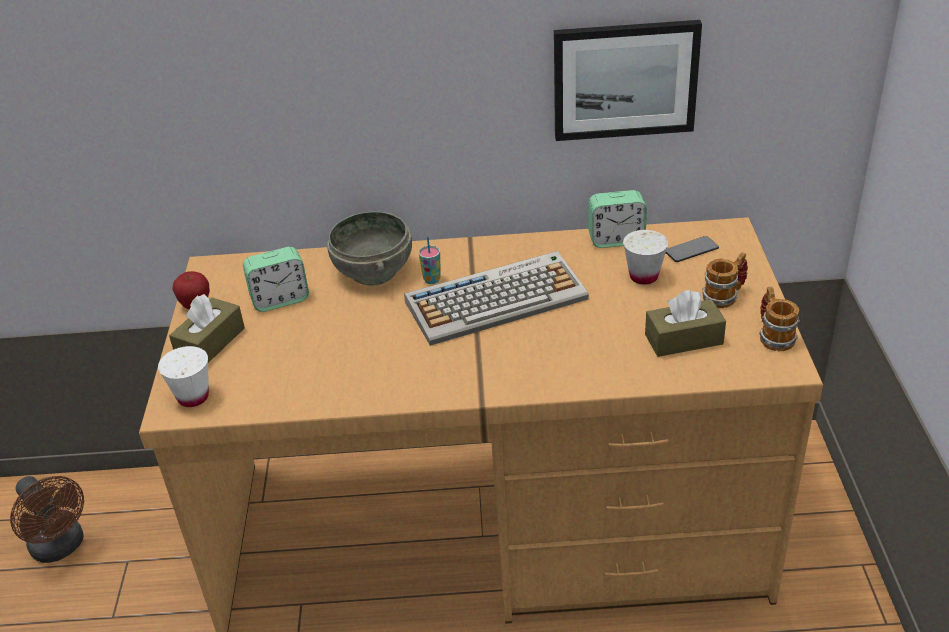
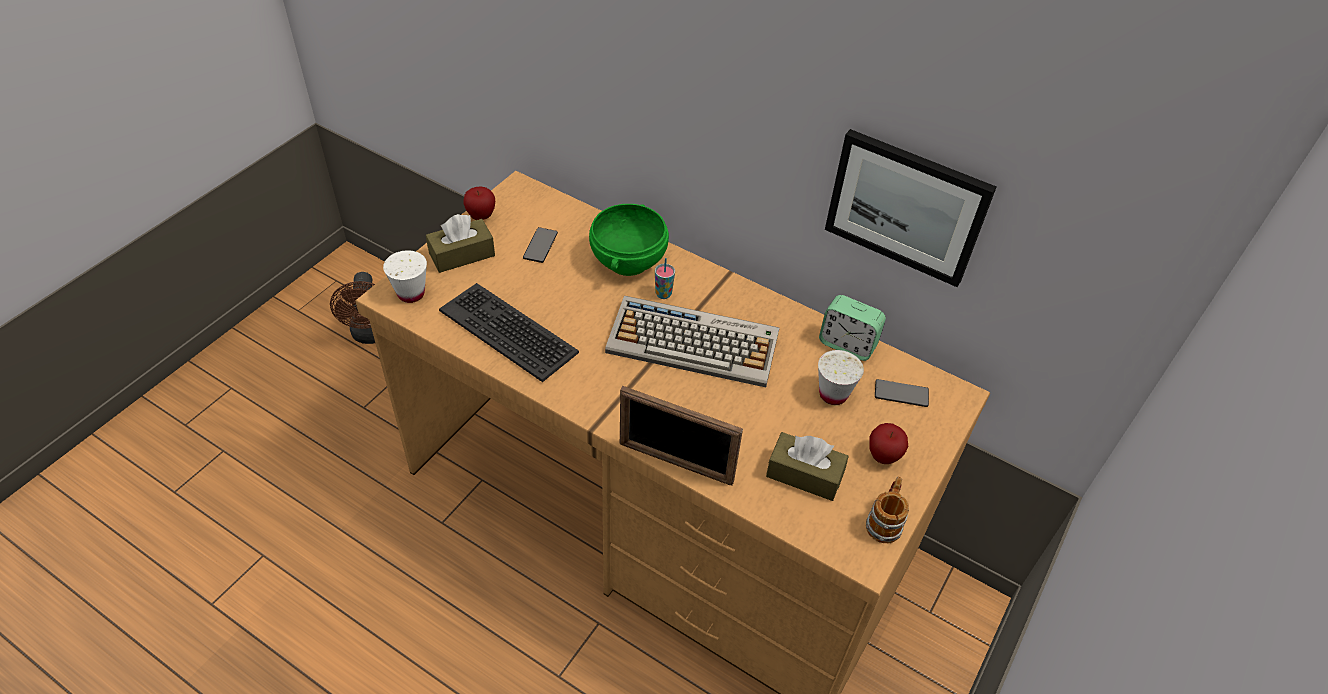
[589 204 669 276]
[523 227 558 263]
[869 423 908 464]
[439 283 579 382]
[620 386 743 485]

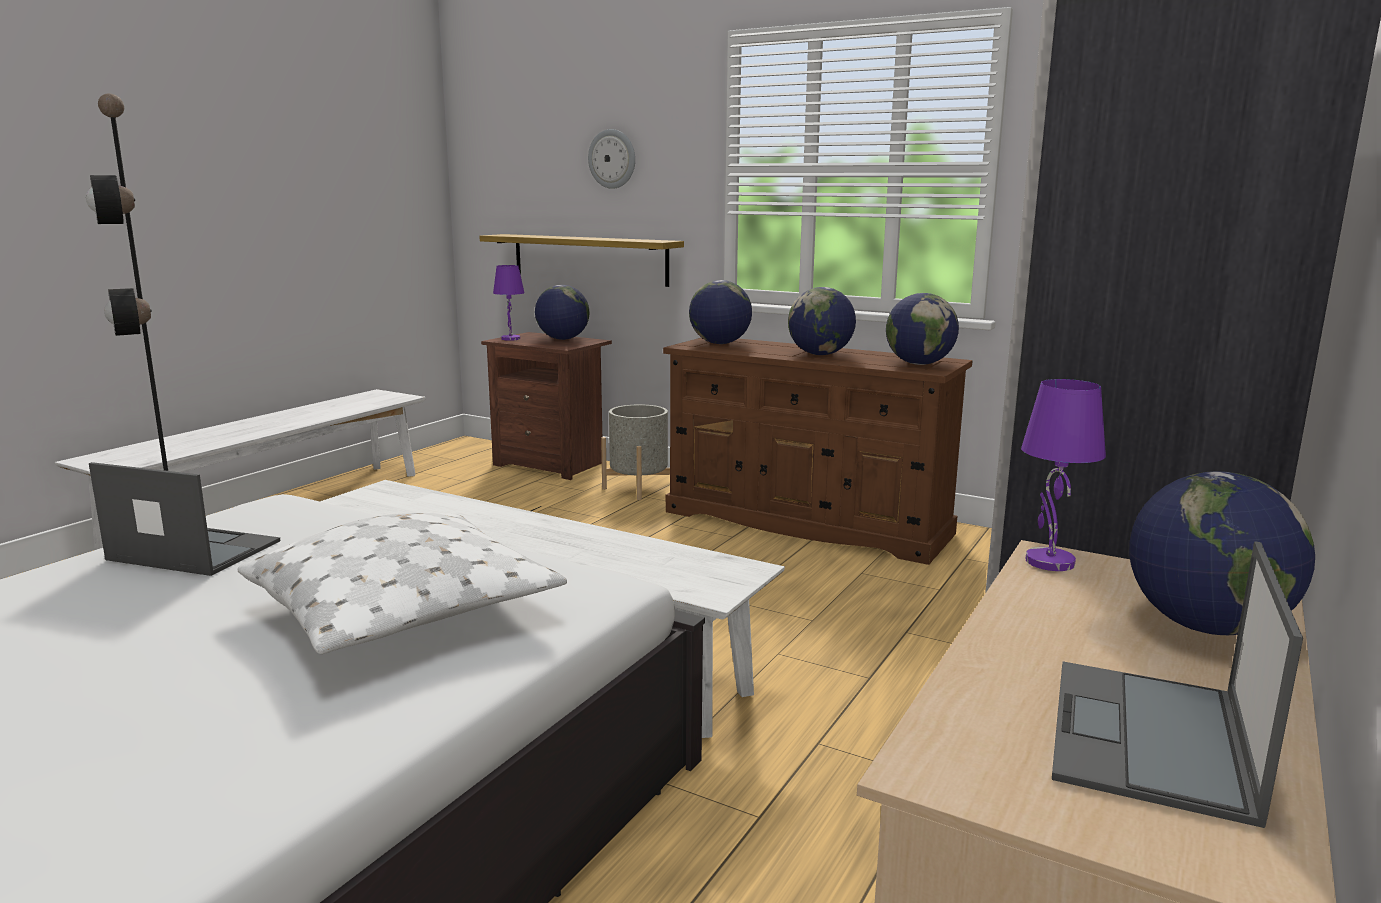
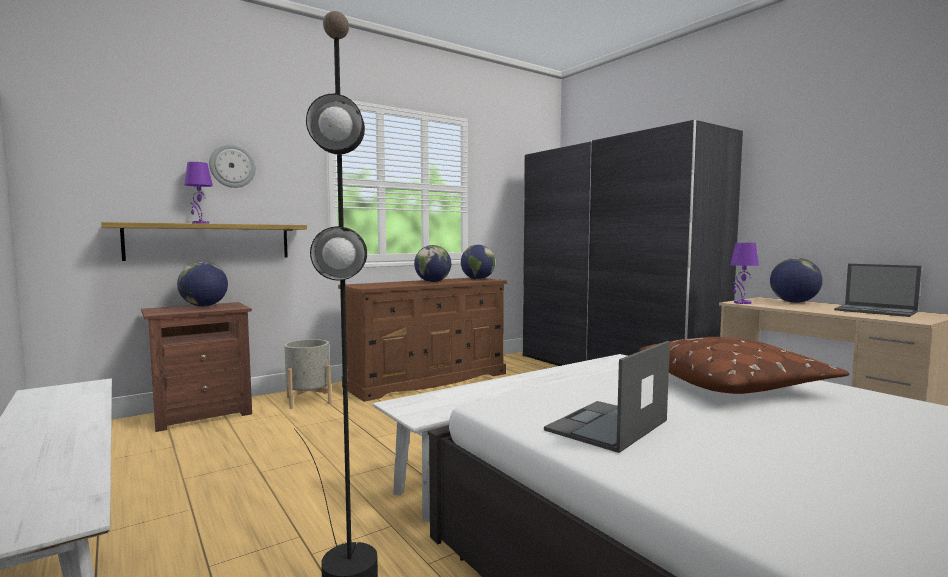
[184 162 213 224]
[689 280 752 344] (first image)
[639 337 849 394]

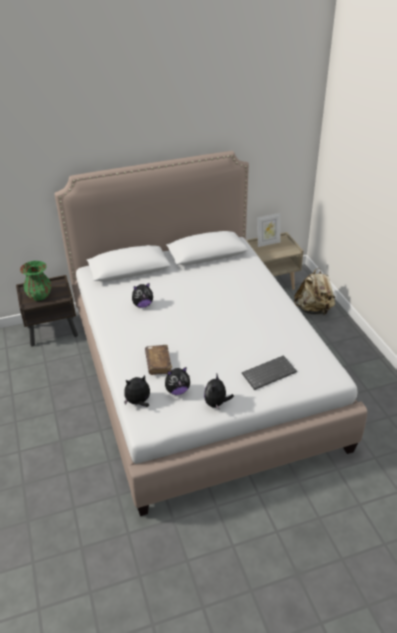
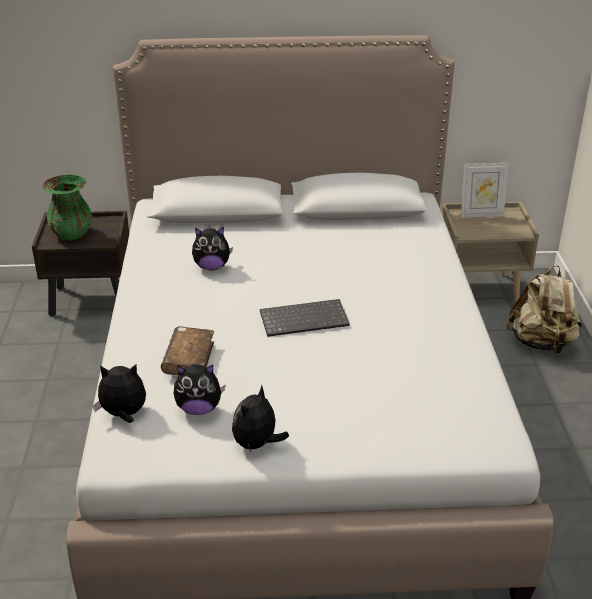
[260 299 350 337]

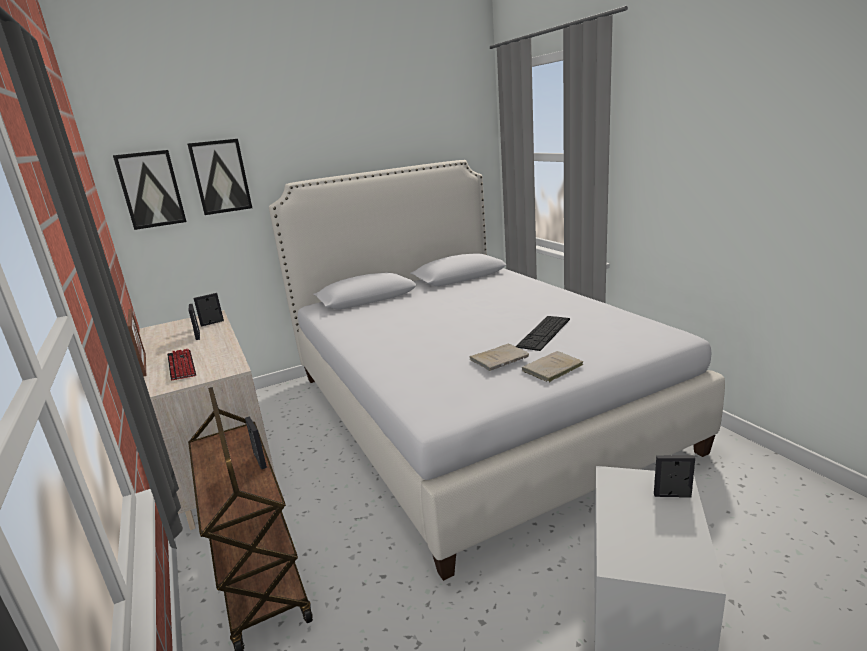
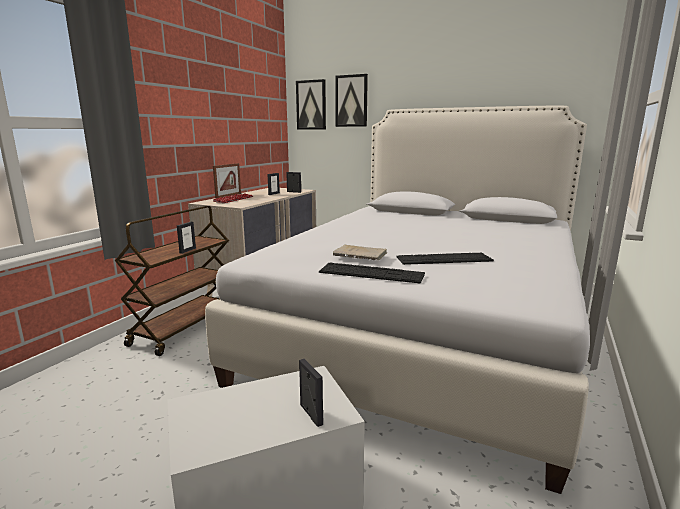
[319 262 425 284]

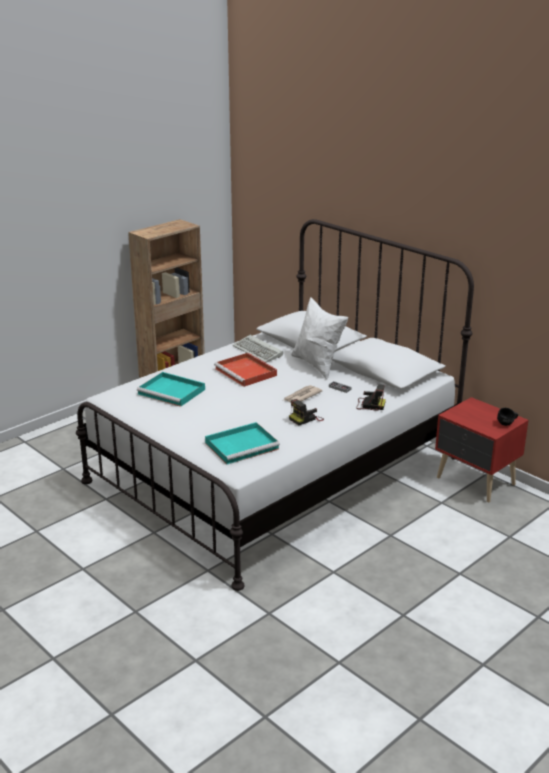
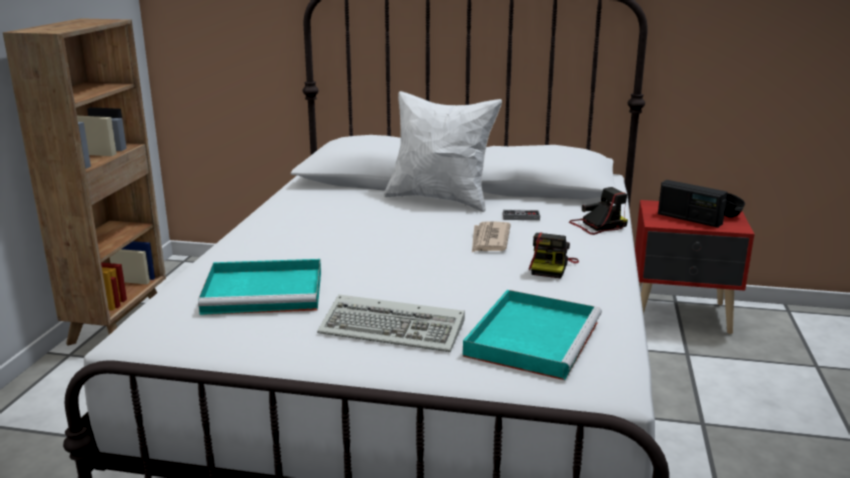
[317 294 465 352]
[214 353 277 387] (first image)
[658 180 728 228]

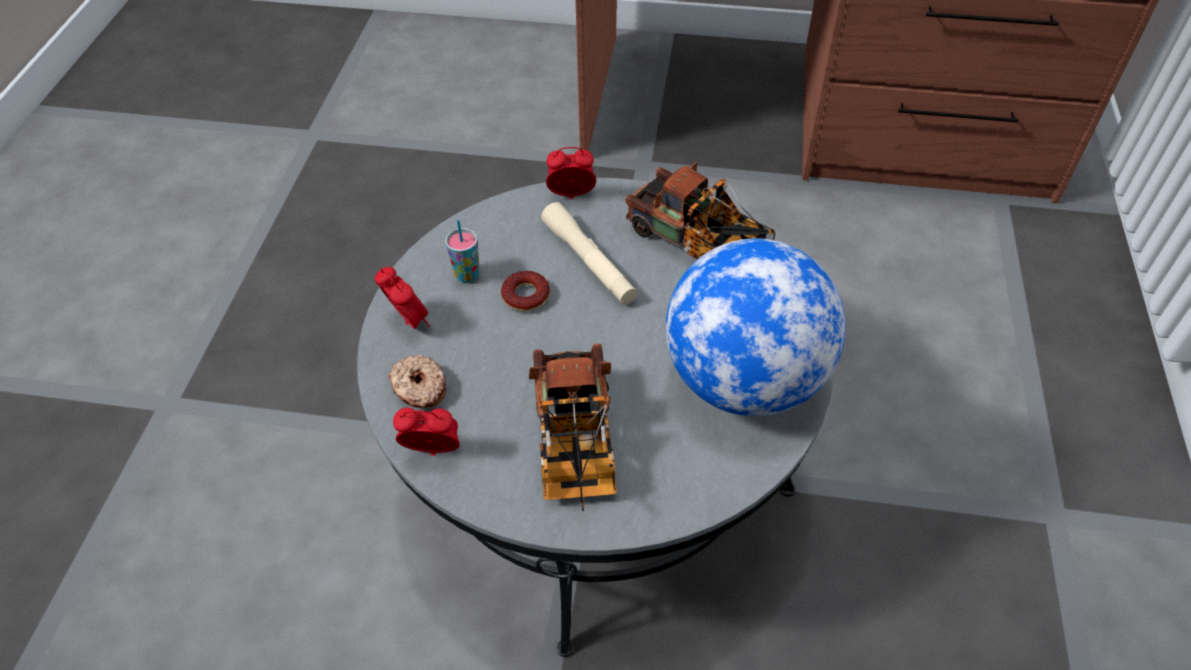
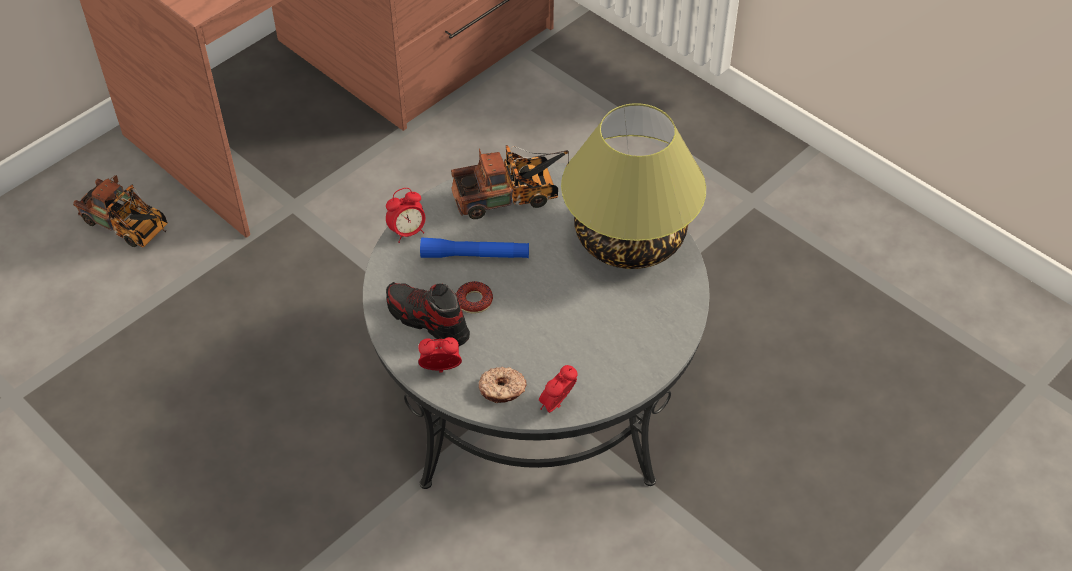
[386 188 426 243]
[420 238 529 258]
[386 282 470 346]
[561 103 706 269]
[73 175 168 248]

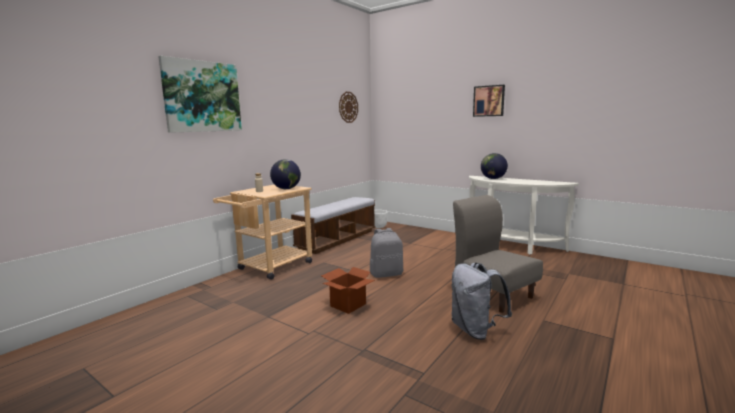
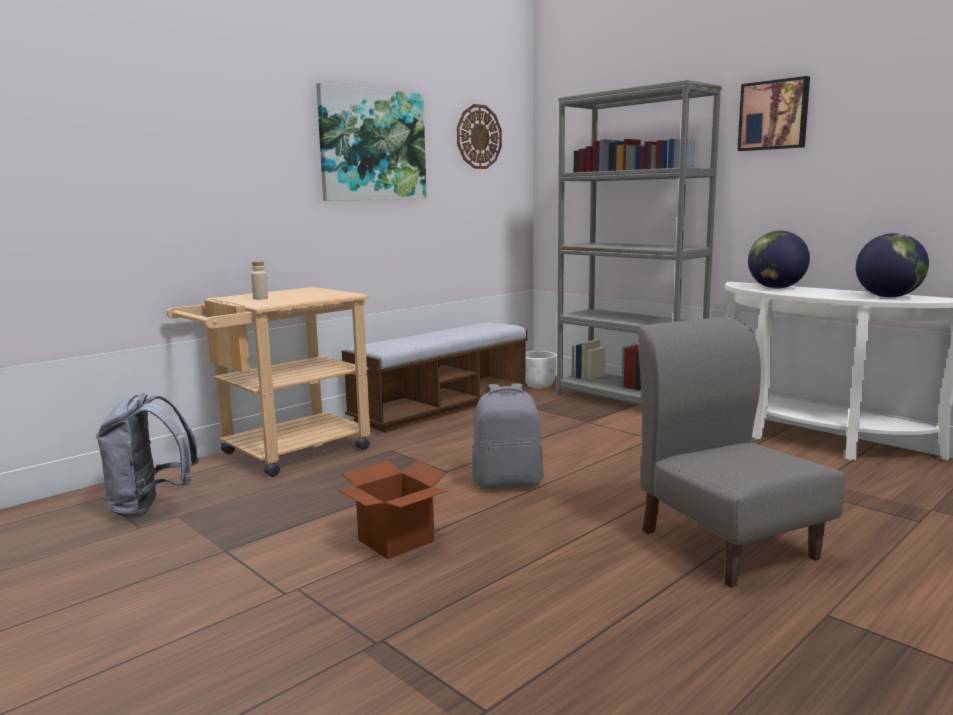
[316 83 427 201]
[856 233 929 298]
[96 393 199 517]
[557 79 722 405]

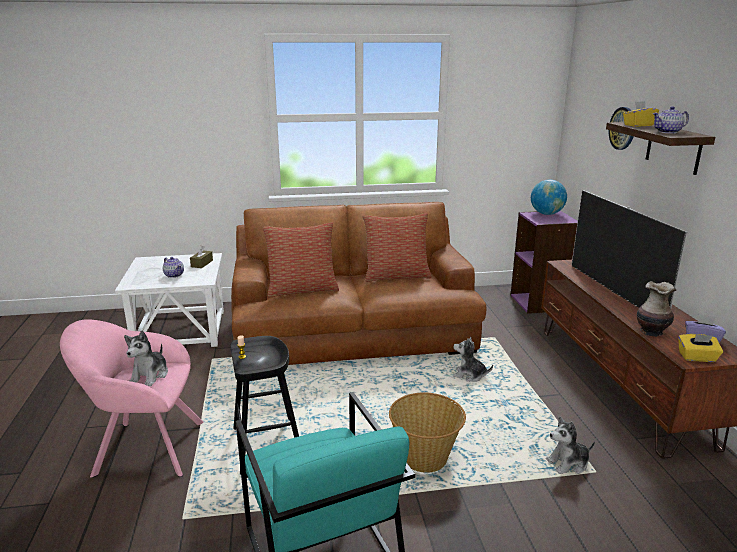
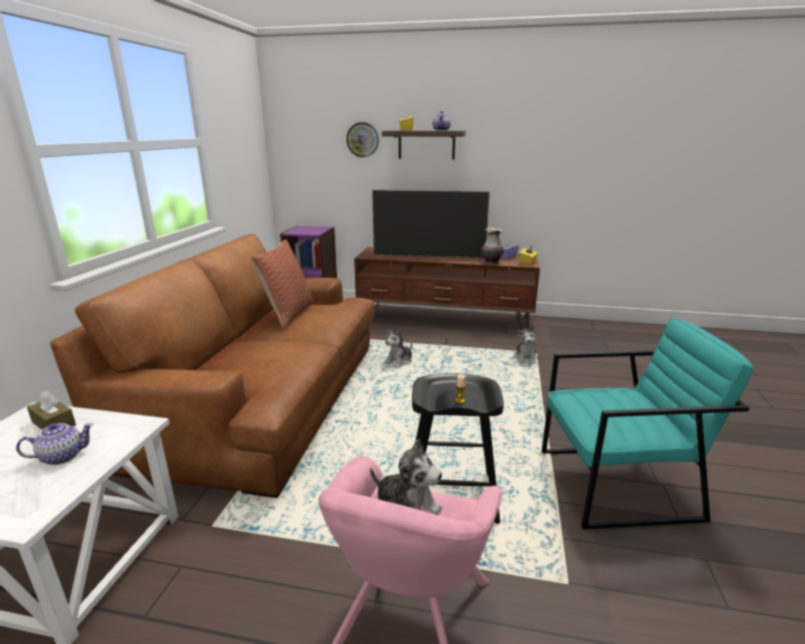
[531 180 567 215] (first image)
[262 222 339 298] (first image)
[389 392 466 473] (first image)

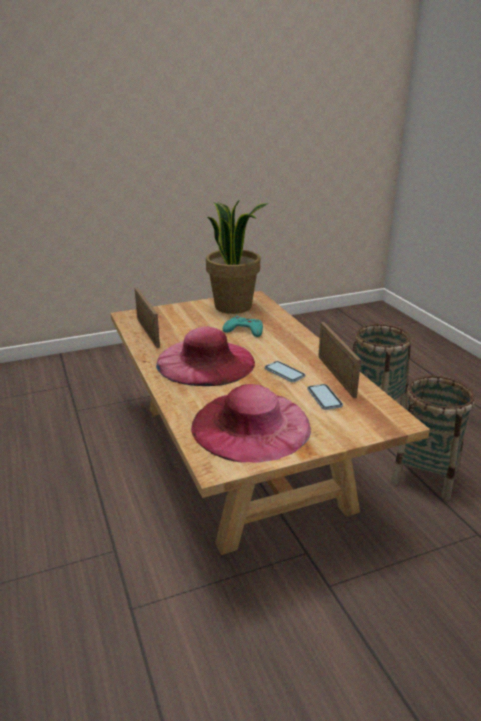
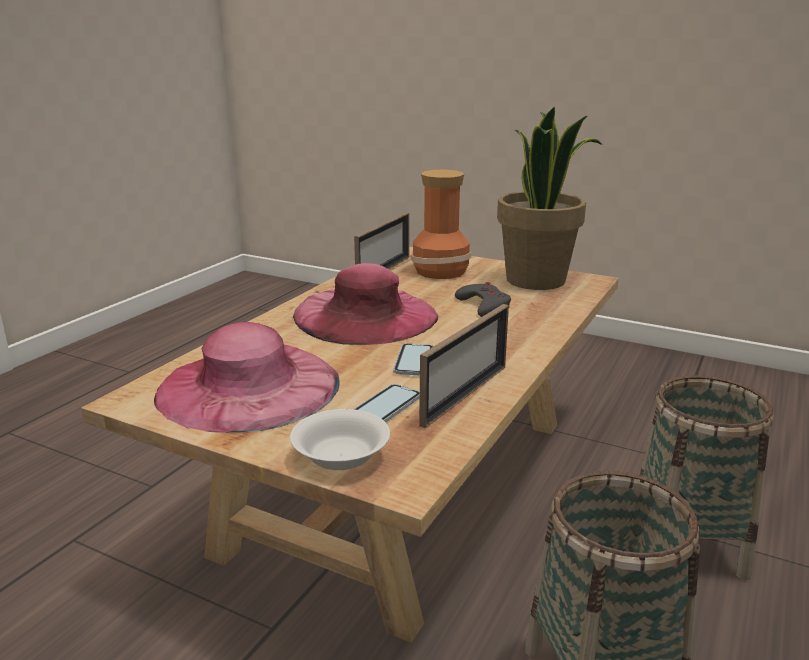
[455 282 511 317]
[411 170 471 279]
[290 409 390 470]

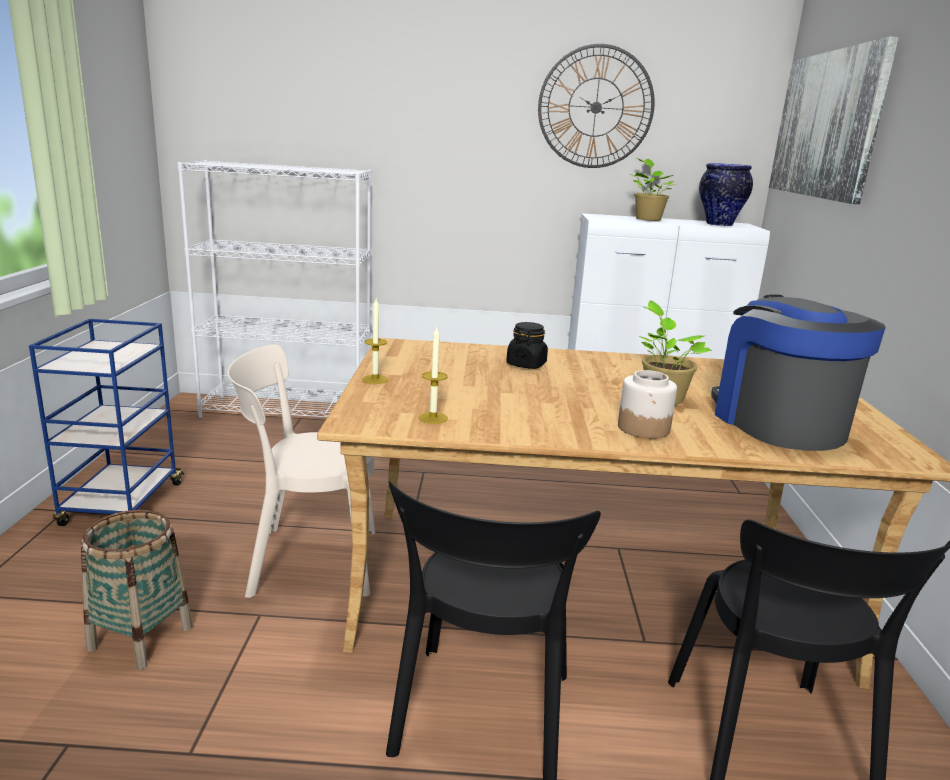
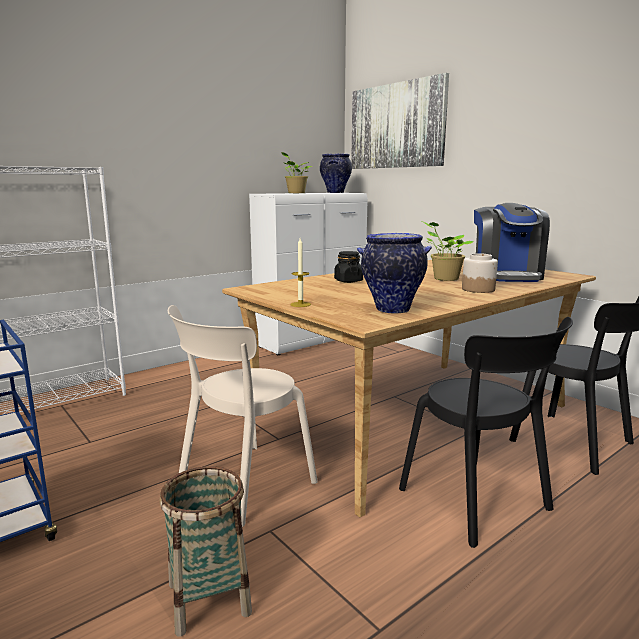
[538 44 655 168] (first image)
[474 203 550 282]
[357 233 432 313]

